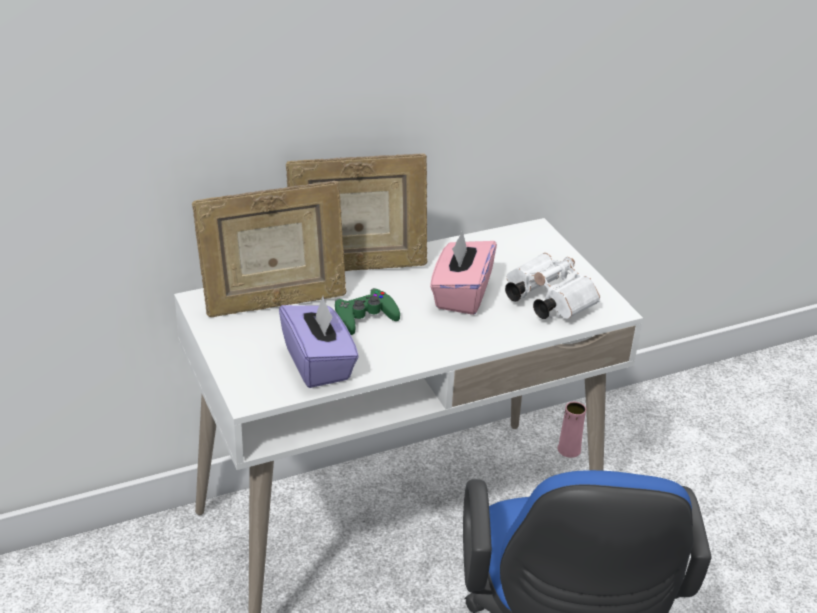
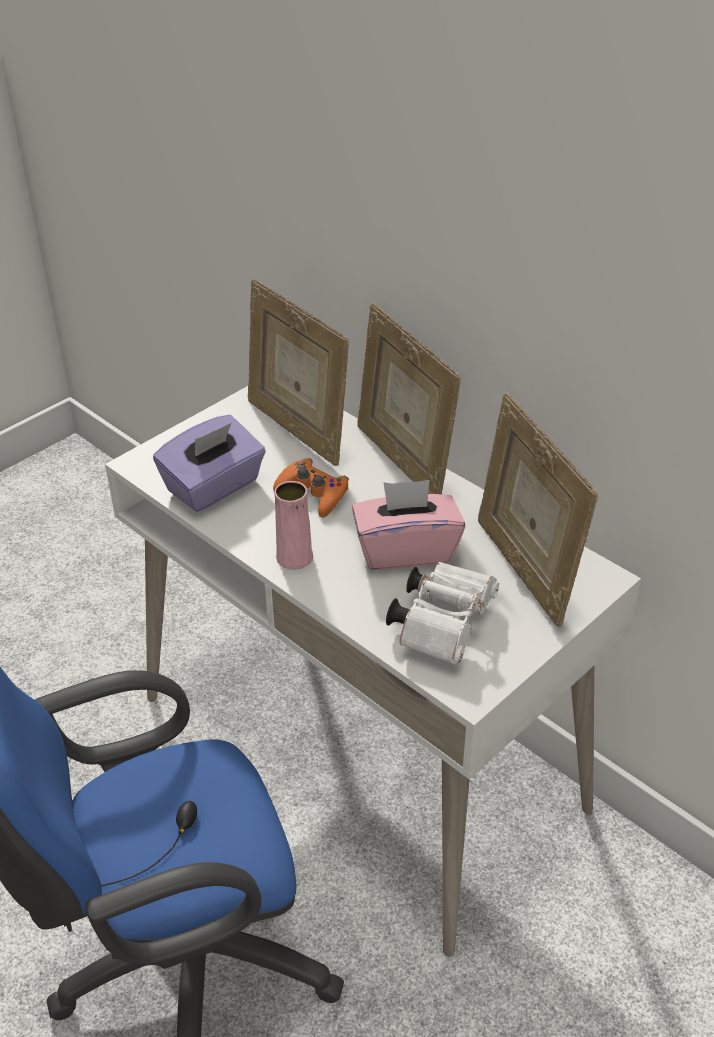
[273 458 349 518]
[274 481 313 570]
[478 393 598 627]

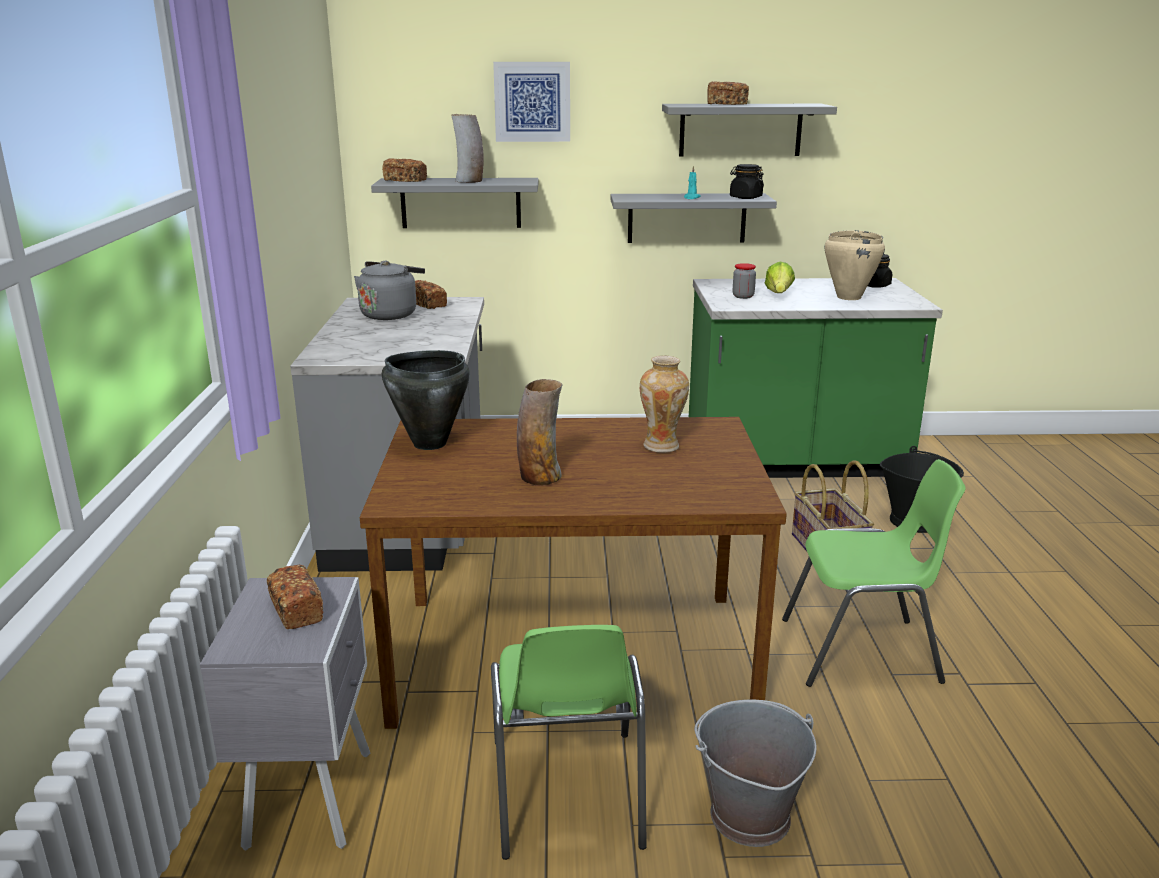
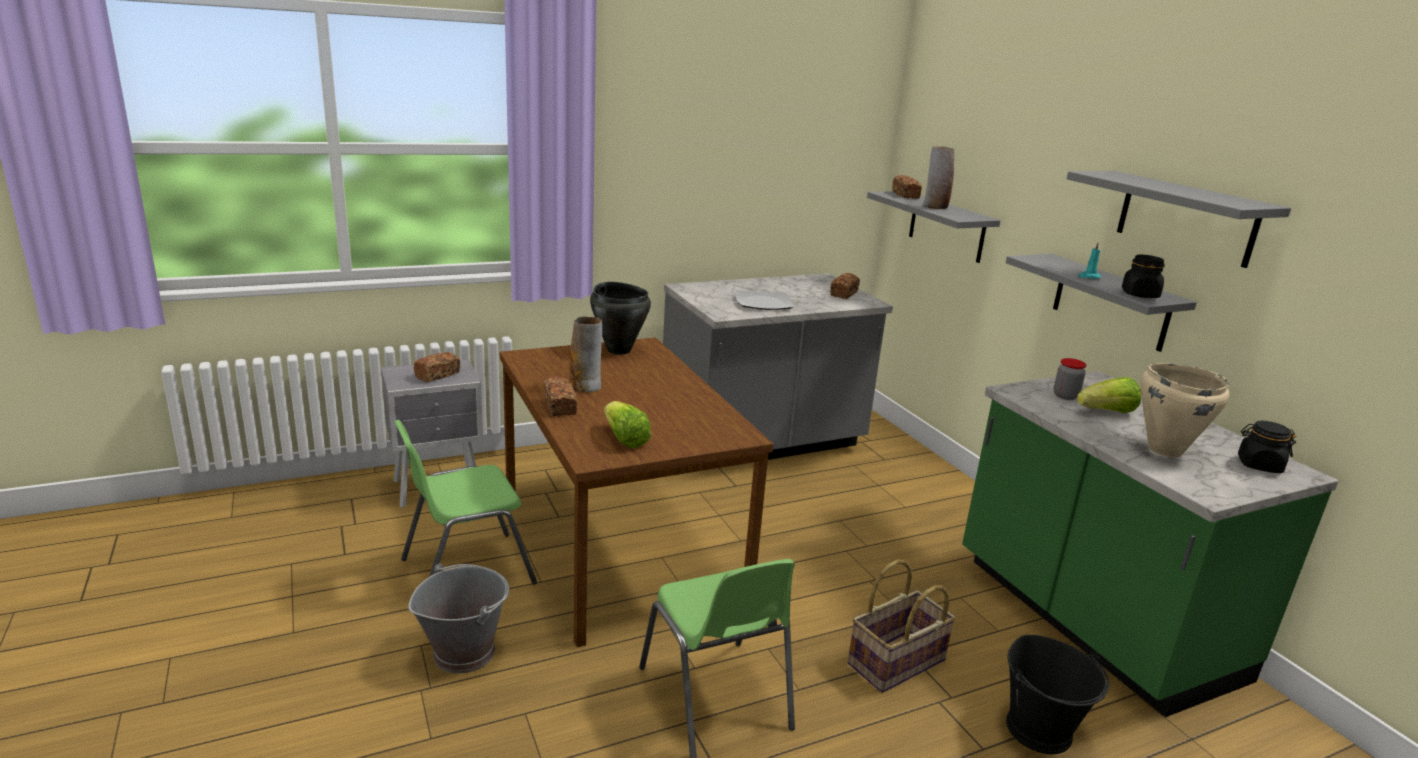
[493 62 570 142] (first image)
[544 376 577 416]
[354 261 425 320] (first image)
[640 356 689 453] (first image)
[735 290 793 310]
[604 401 651 448]

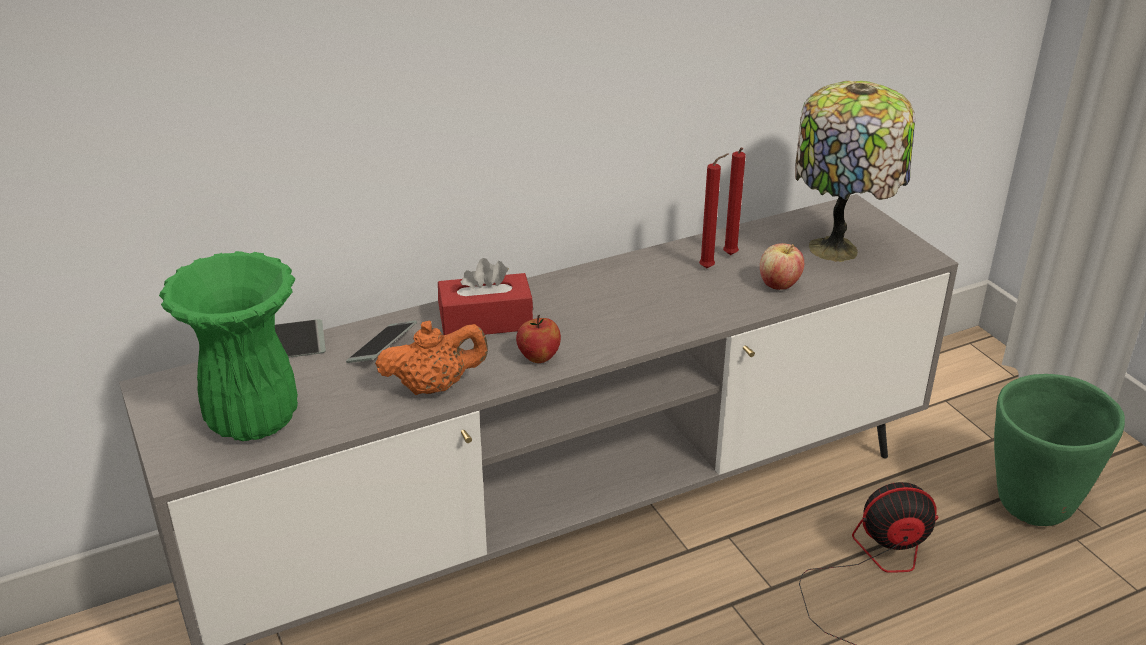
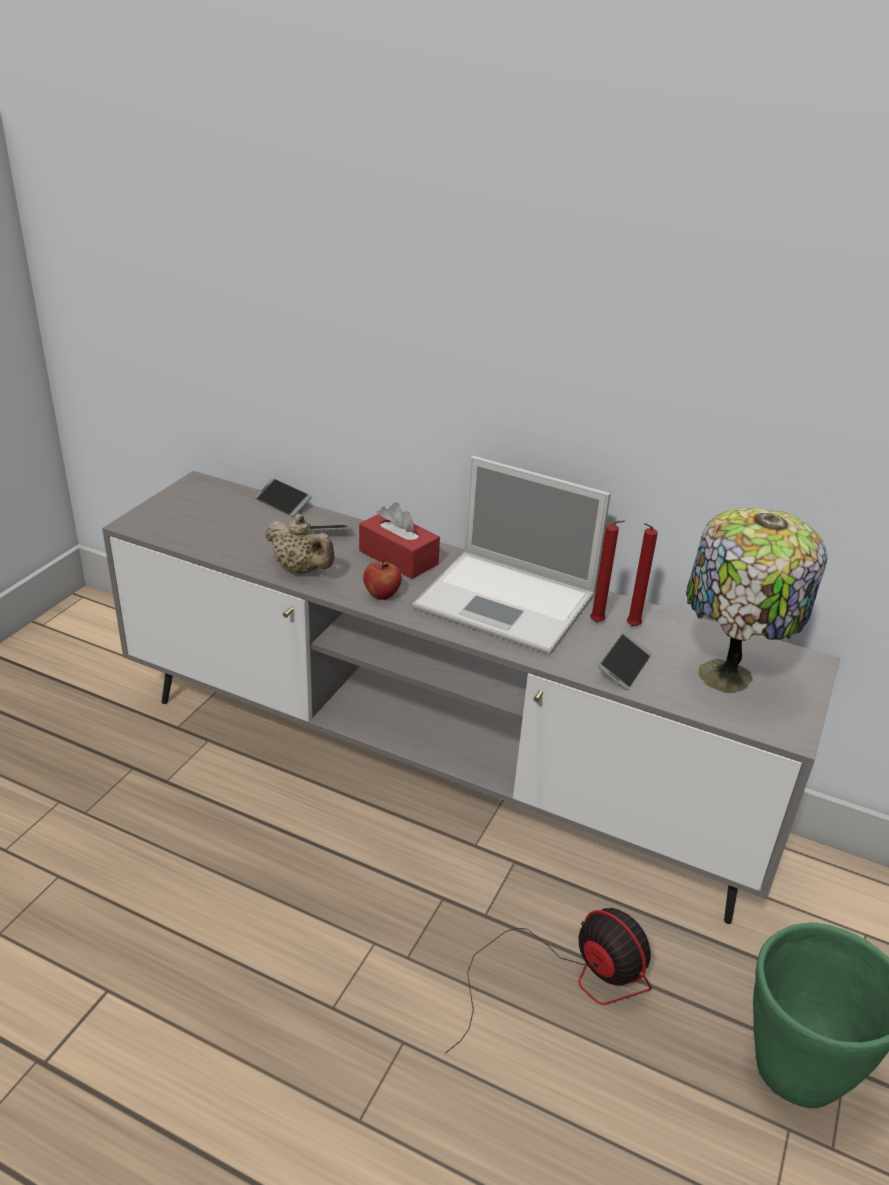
[598 632 652 690]
[159 251 298 441] (first image)
[265 514 335 574]
[413 456 611 655]

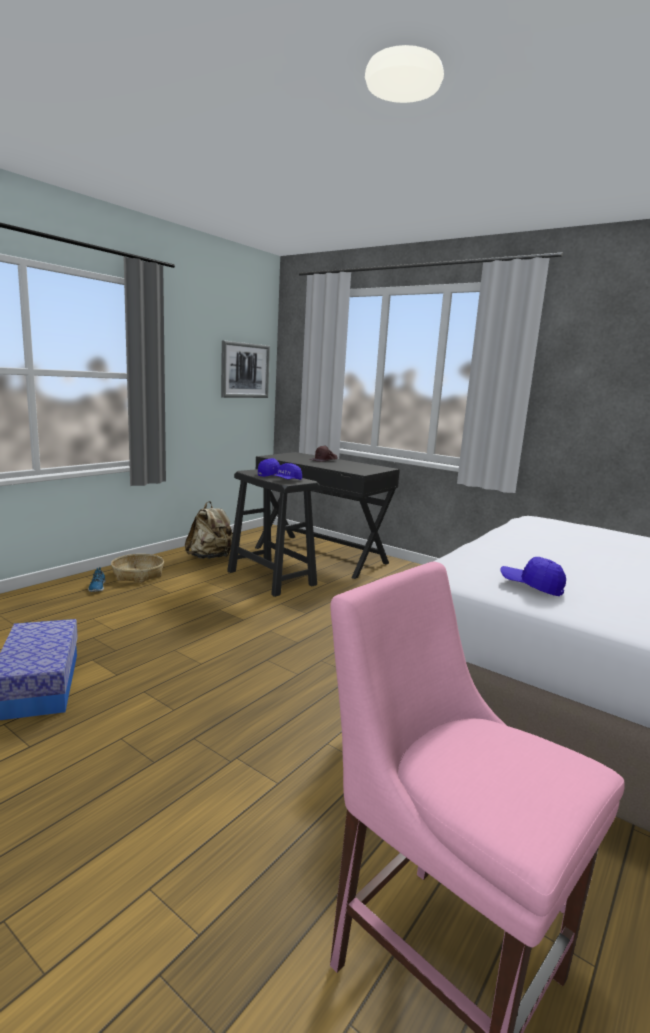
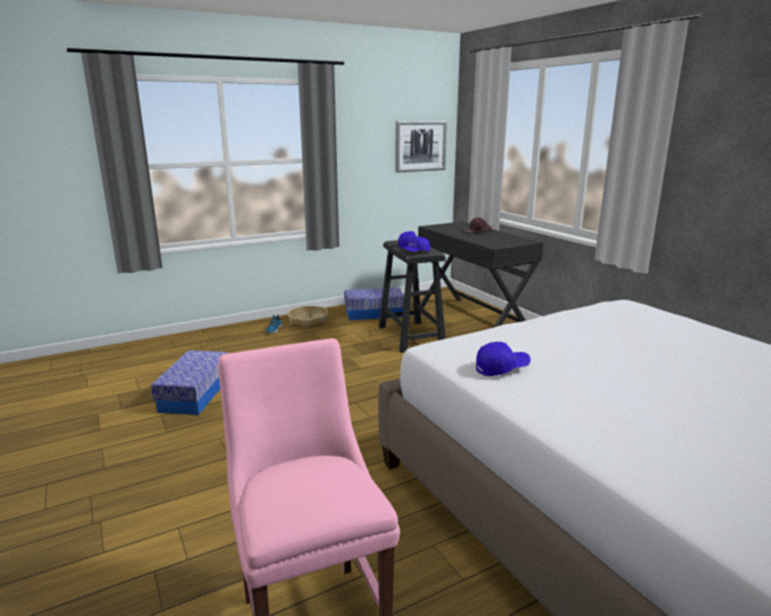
[344 287 404 320]
[476 342 531 376]

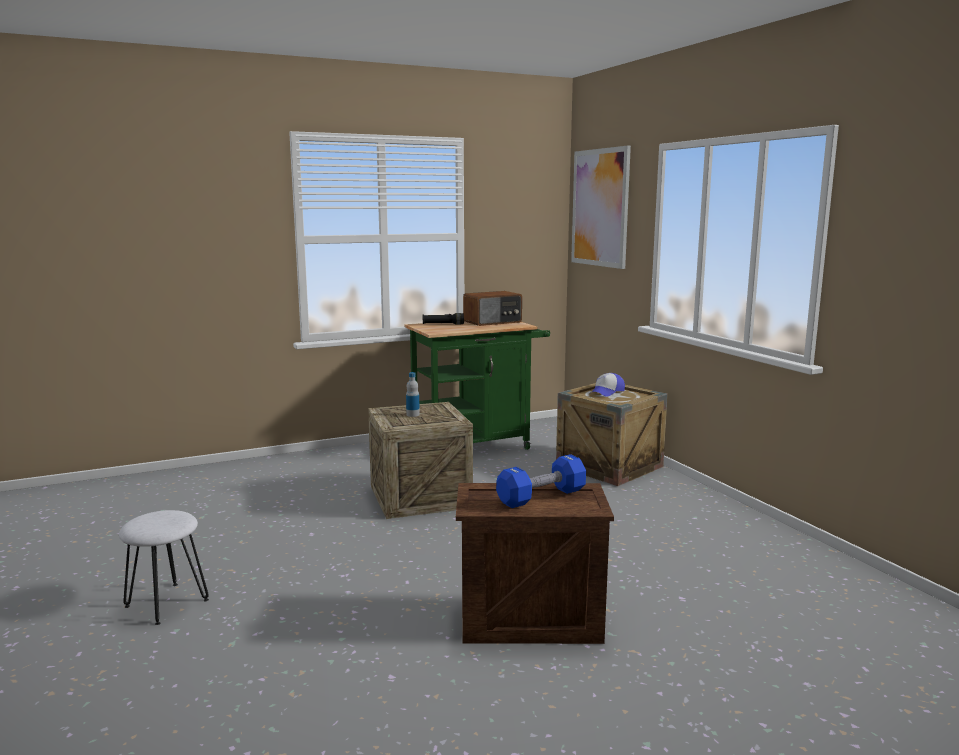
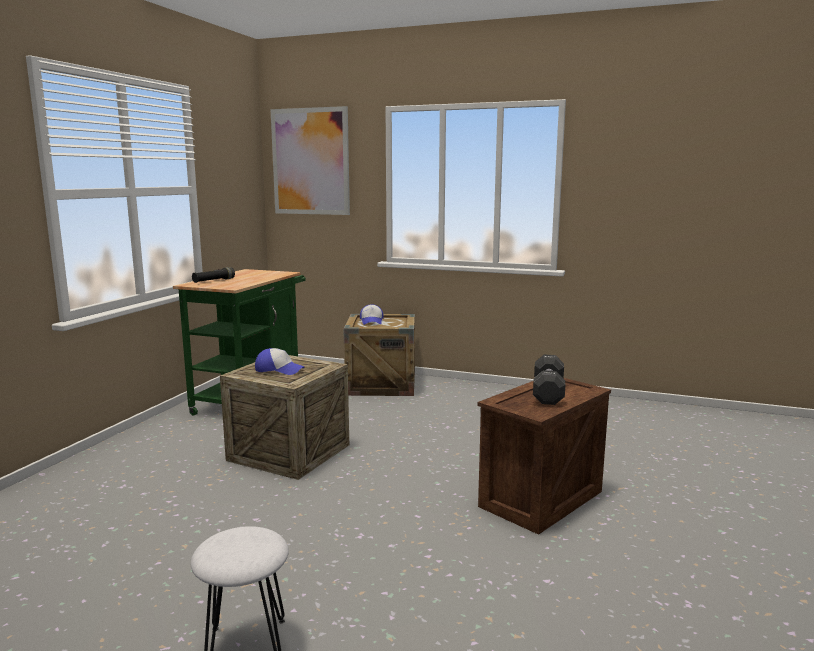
[463 291 522 326] (first image)
[255 348 305 375]
[533 355 565 405]

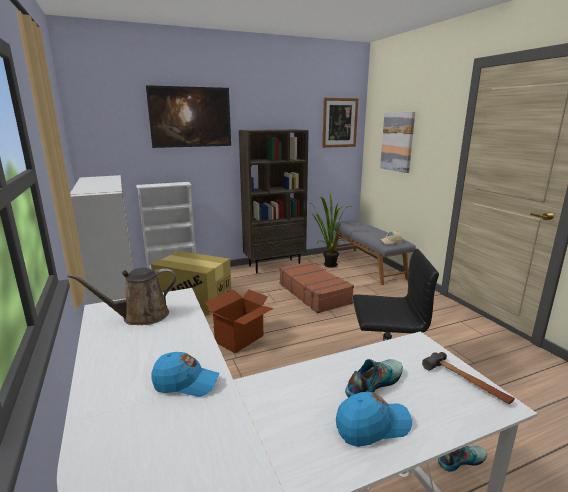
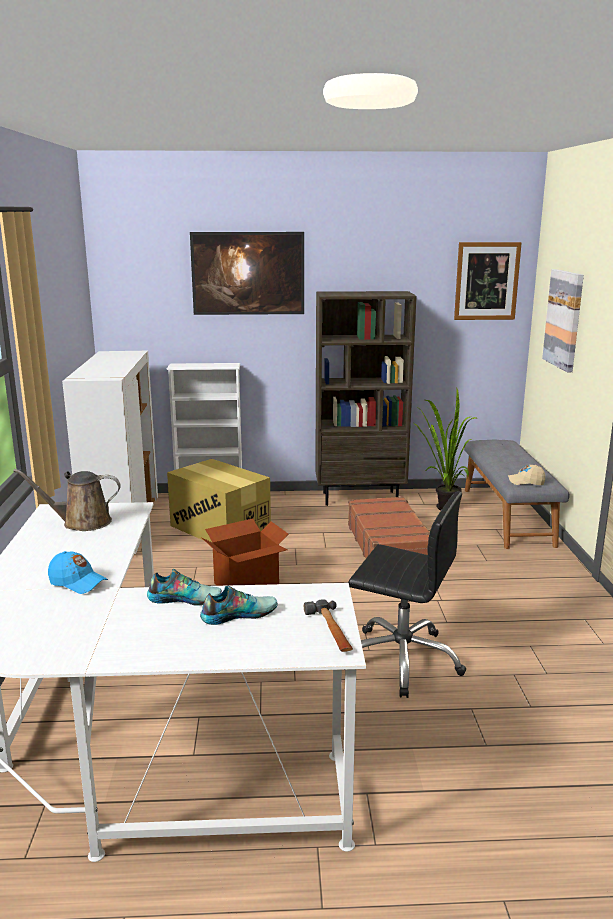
[336 392 412 447] (first image)
[147 569 222 605]

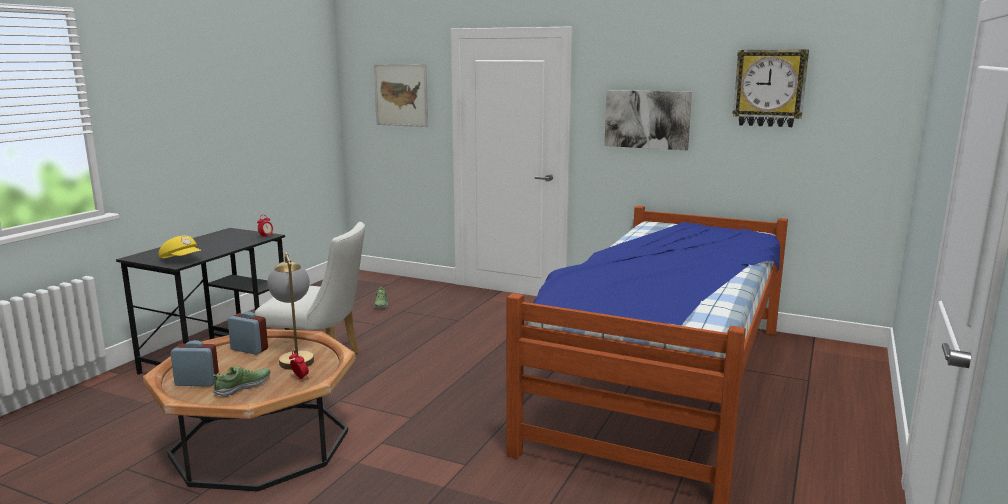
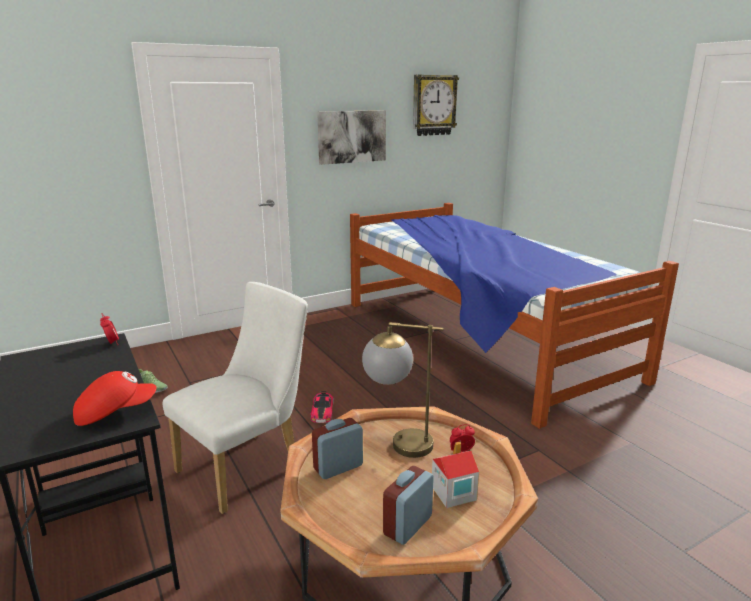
[374 64 428 127] (first image)
[73 371 156 426]
[432 442 479 508]
[311 391 334 423]

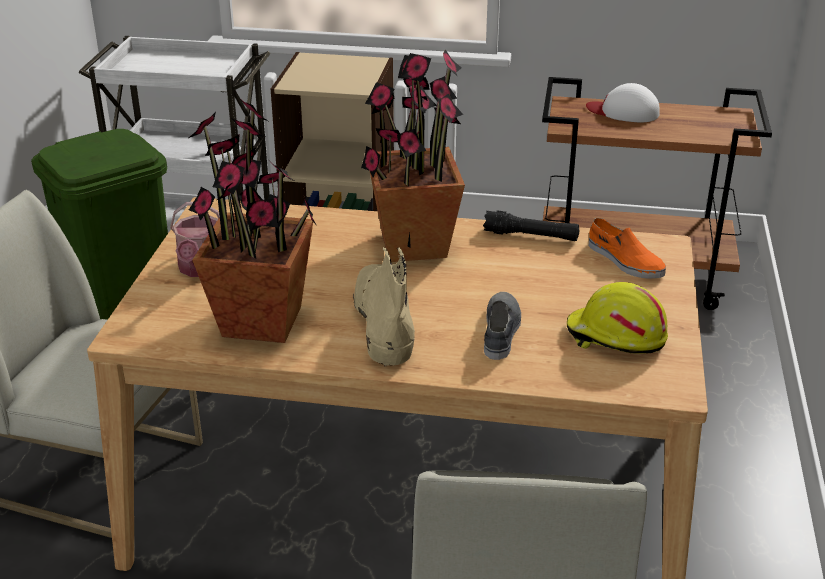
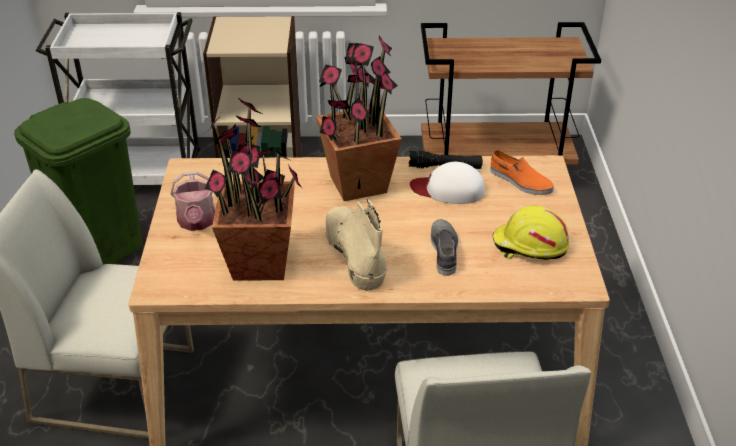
[410 162 485 204]

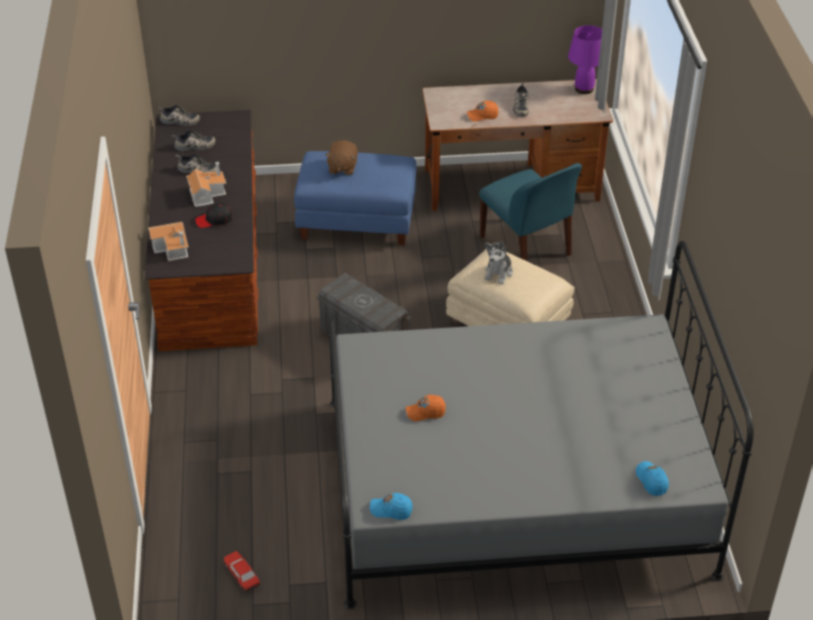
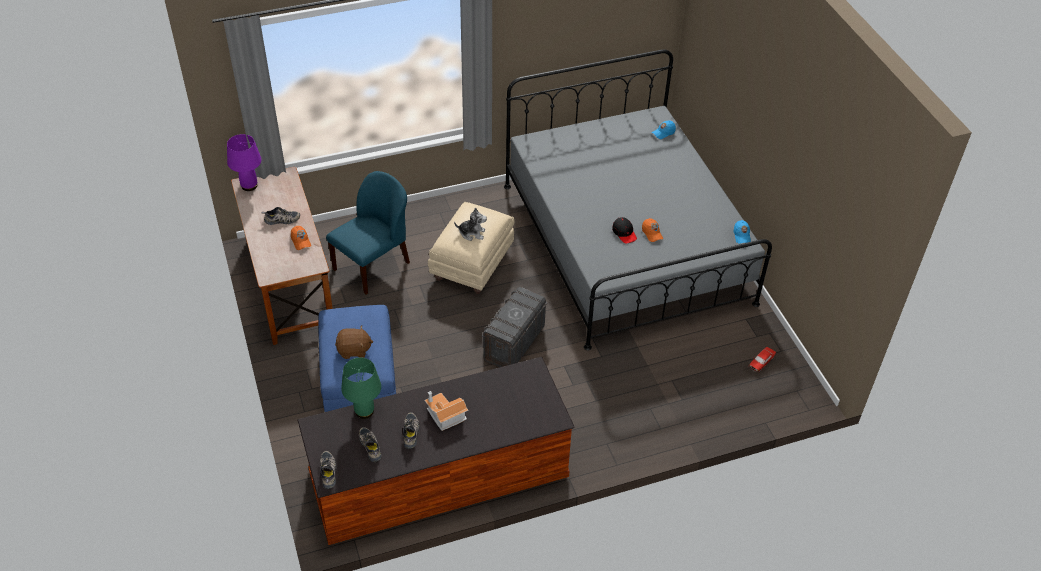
[612 217 637 244]
[148 222 189 261] (first image)
[341 357 381 419]

